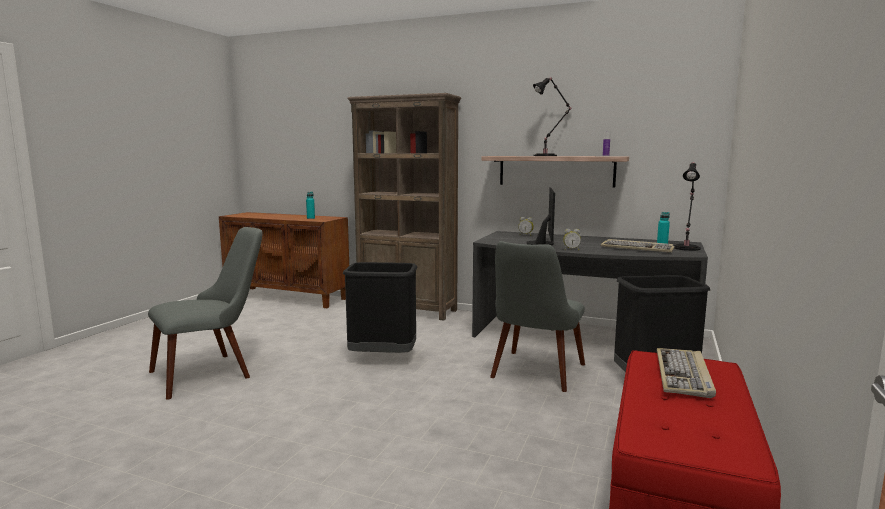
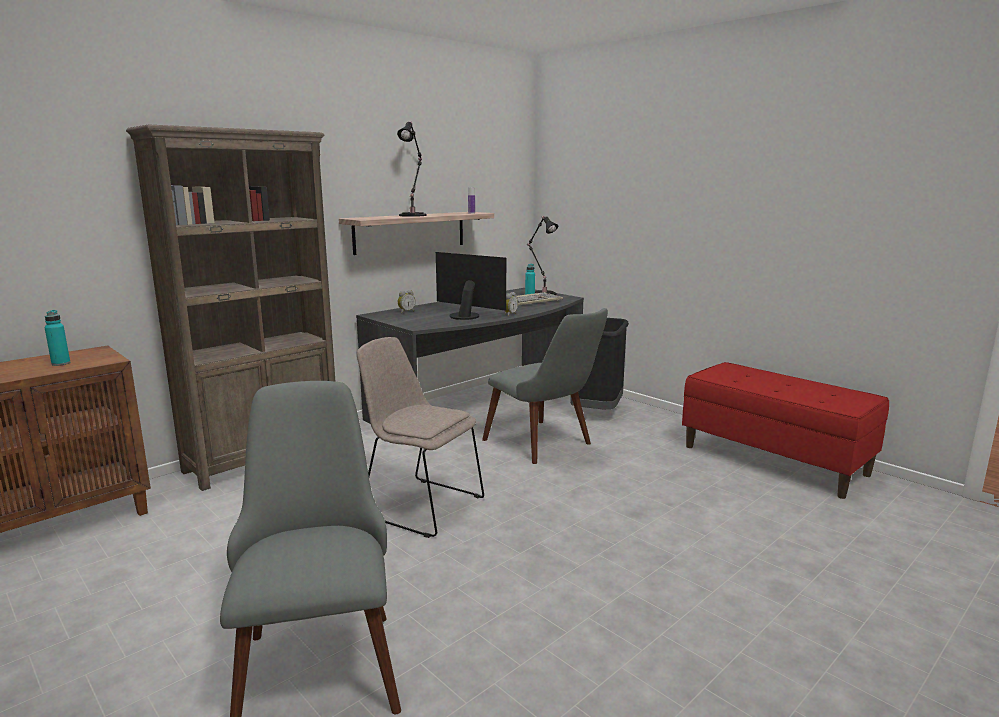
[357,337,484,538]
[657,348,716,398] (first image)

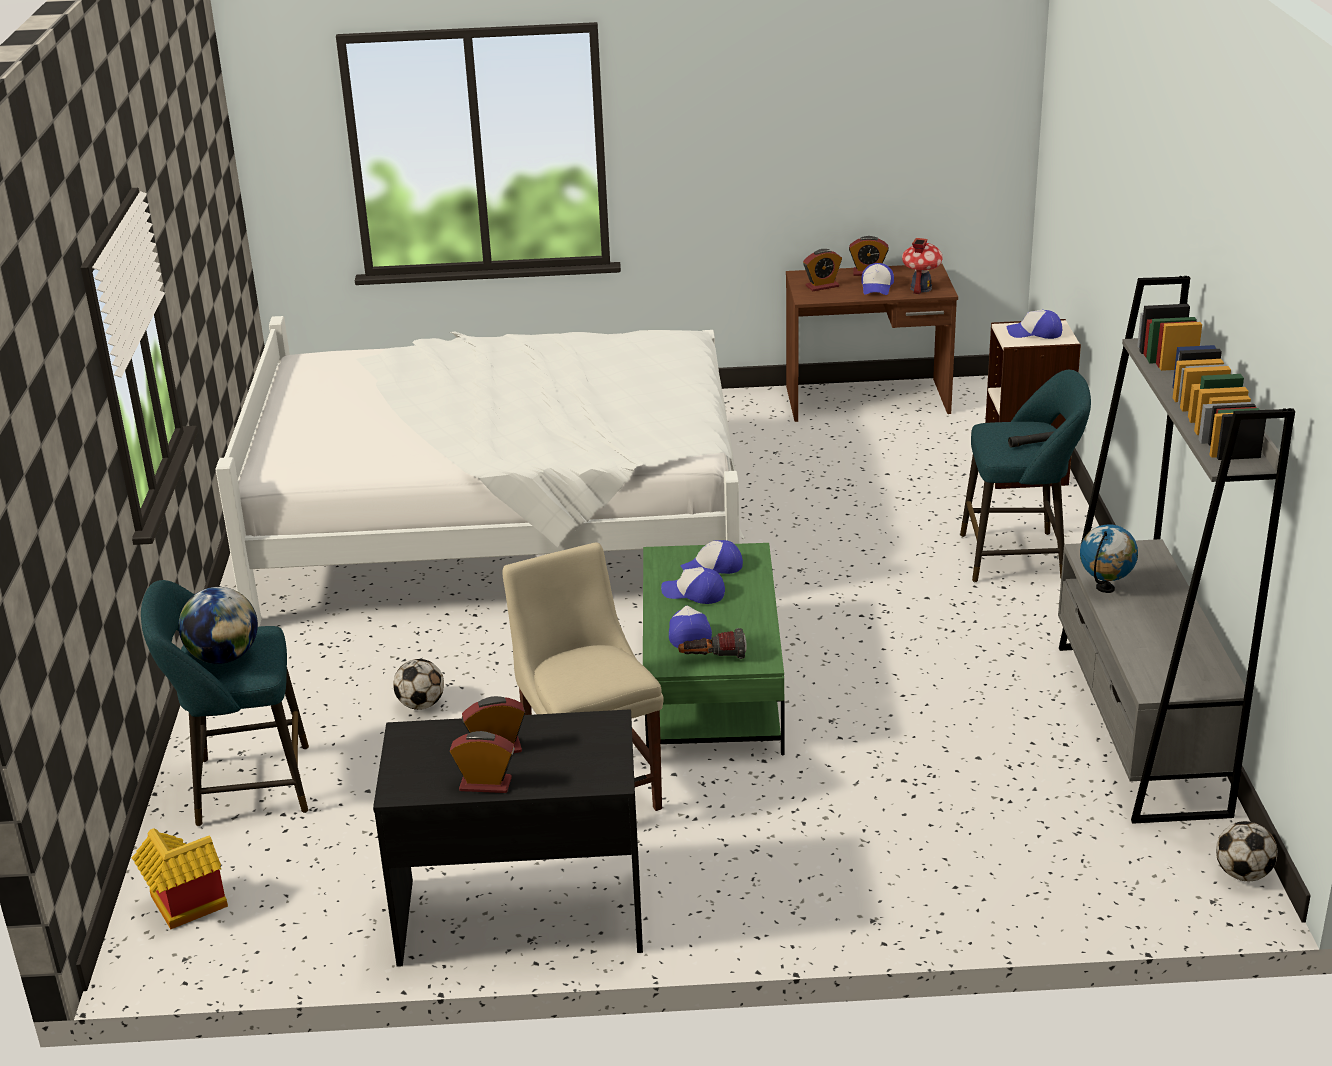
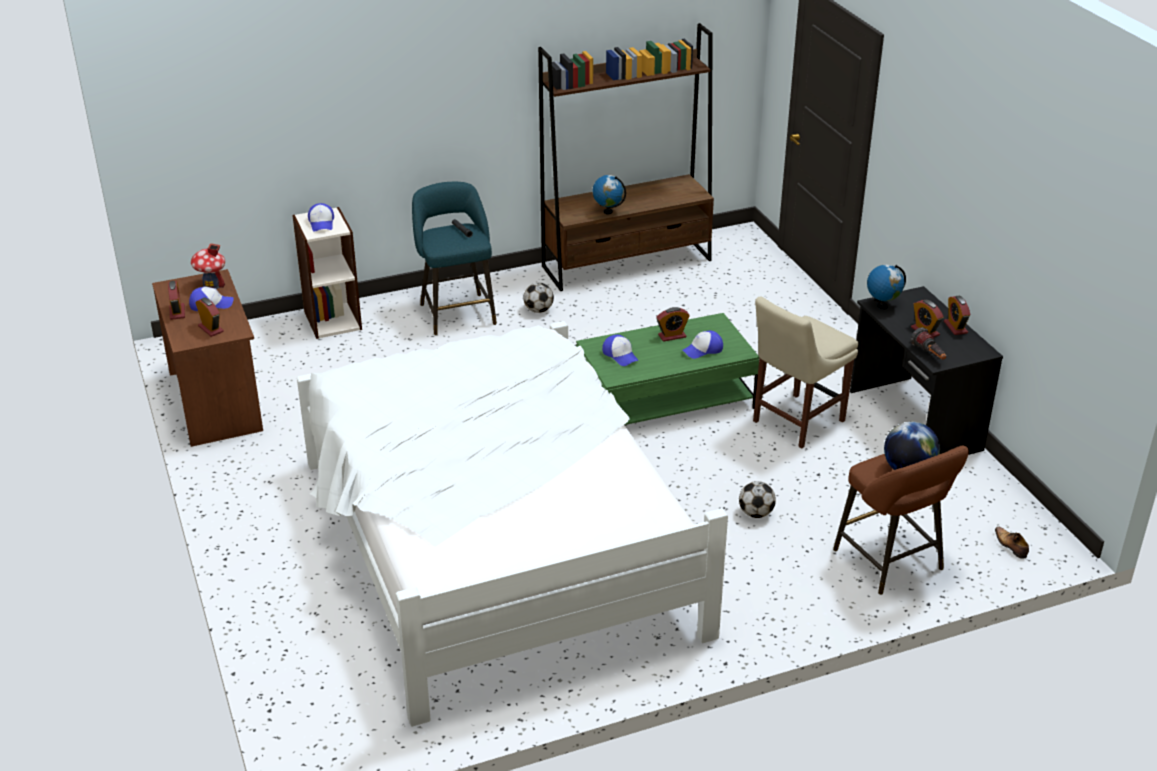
[523,283,554,313]
[538,23,714,291]
[656,307,690,342]
[833,446,969,595]
[867,265,906,309]
[911,327,946,360]
[995,527,1029,559]
[661,567,725,604] (first image)

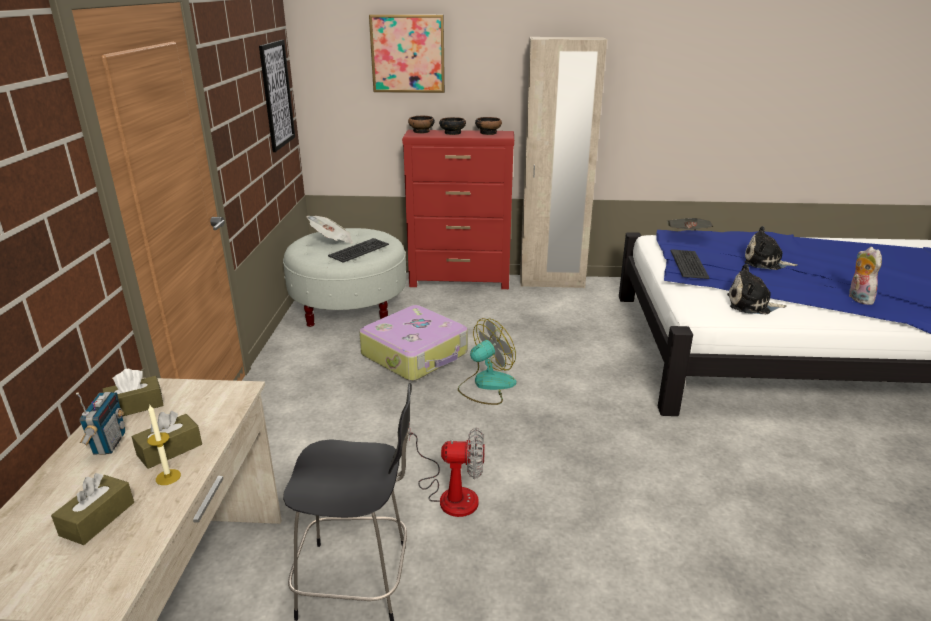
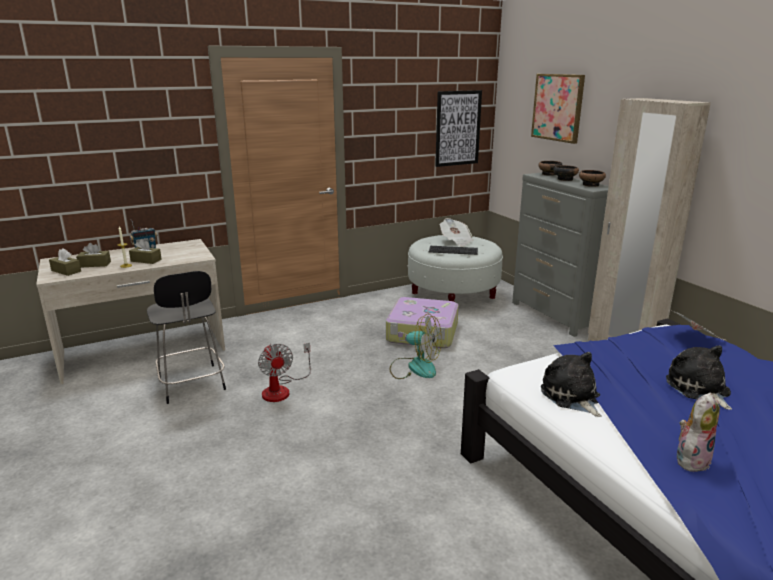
[49,248,81,276]
[512,172,609,337]
[671,249,709,279] (first image)

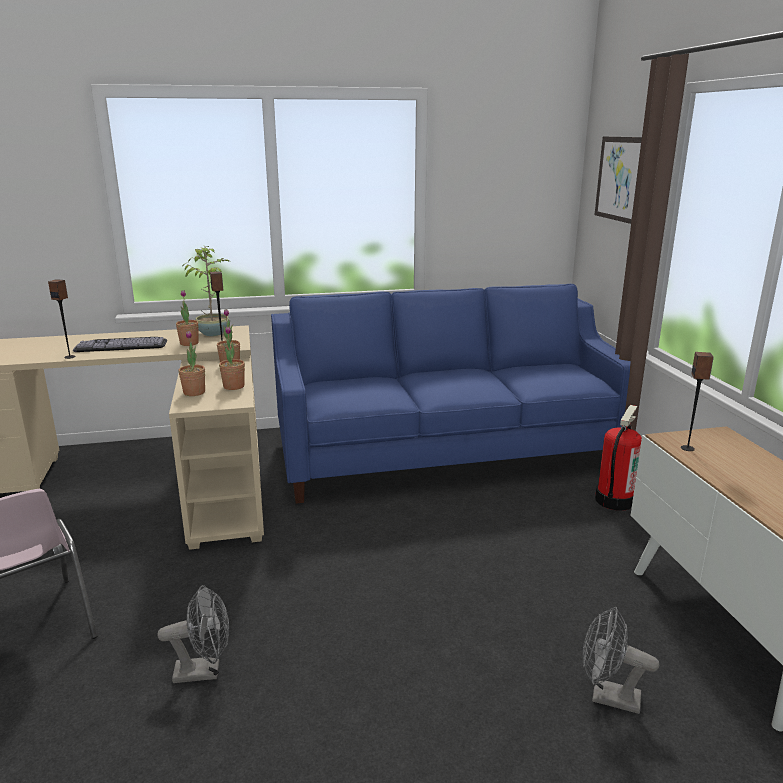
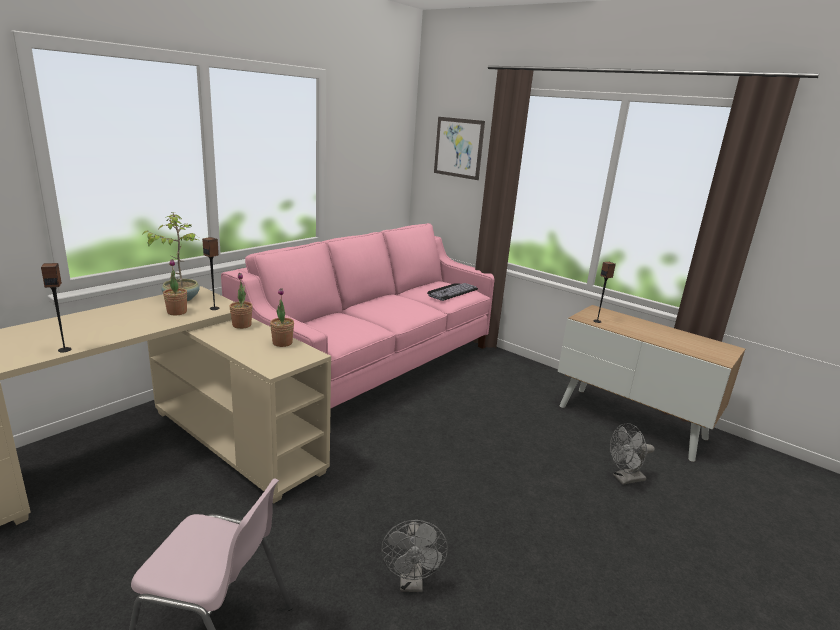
[221,223,494,409]
[381,520,448,592]
[427,283,478,301]
[178,331,205,396] (first image)
[595,405,642,511] (first image)

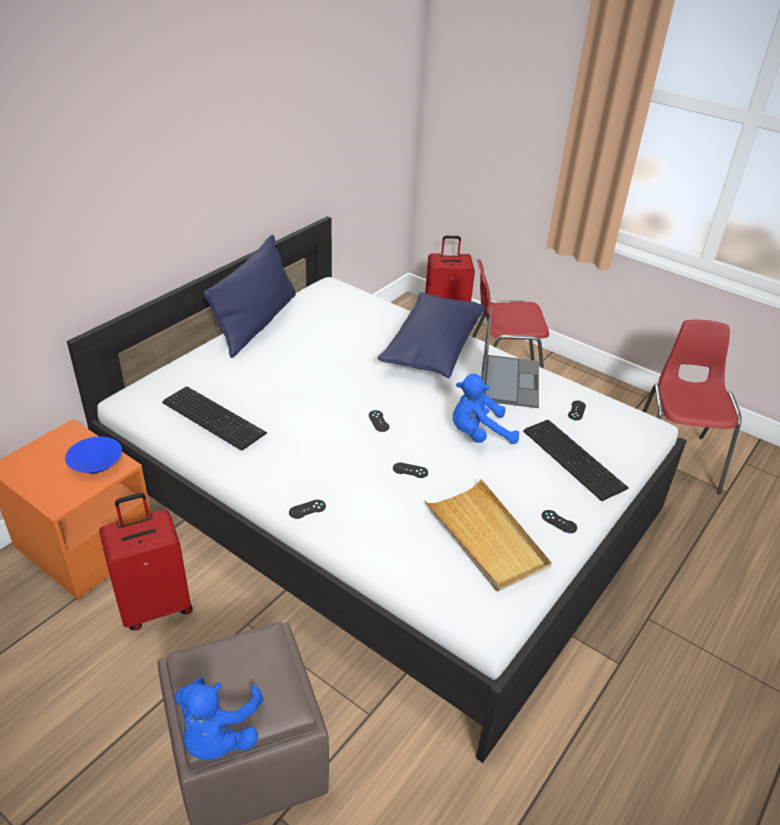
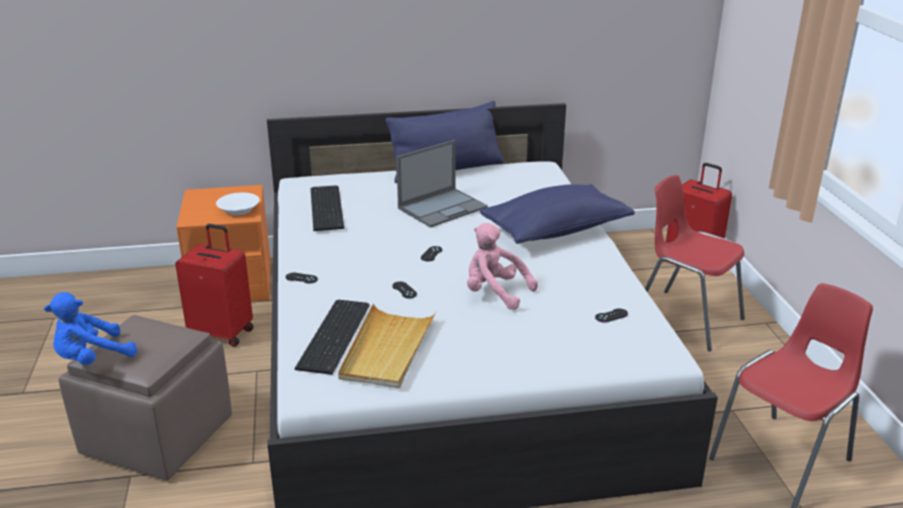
[216,193,260,215]
[294,300,370,375]
[396,140,488,228]
[467,223,538,310]
[542,510,577,533] (first image)

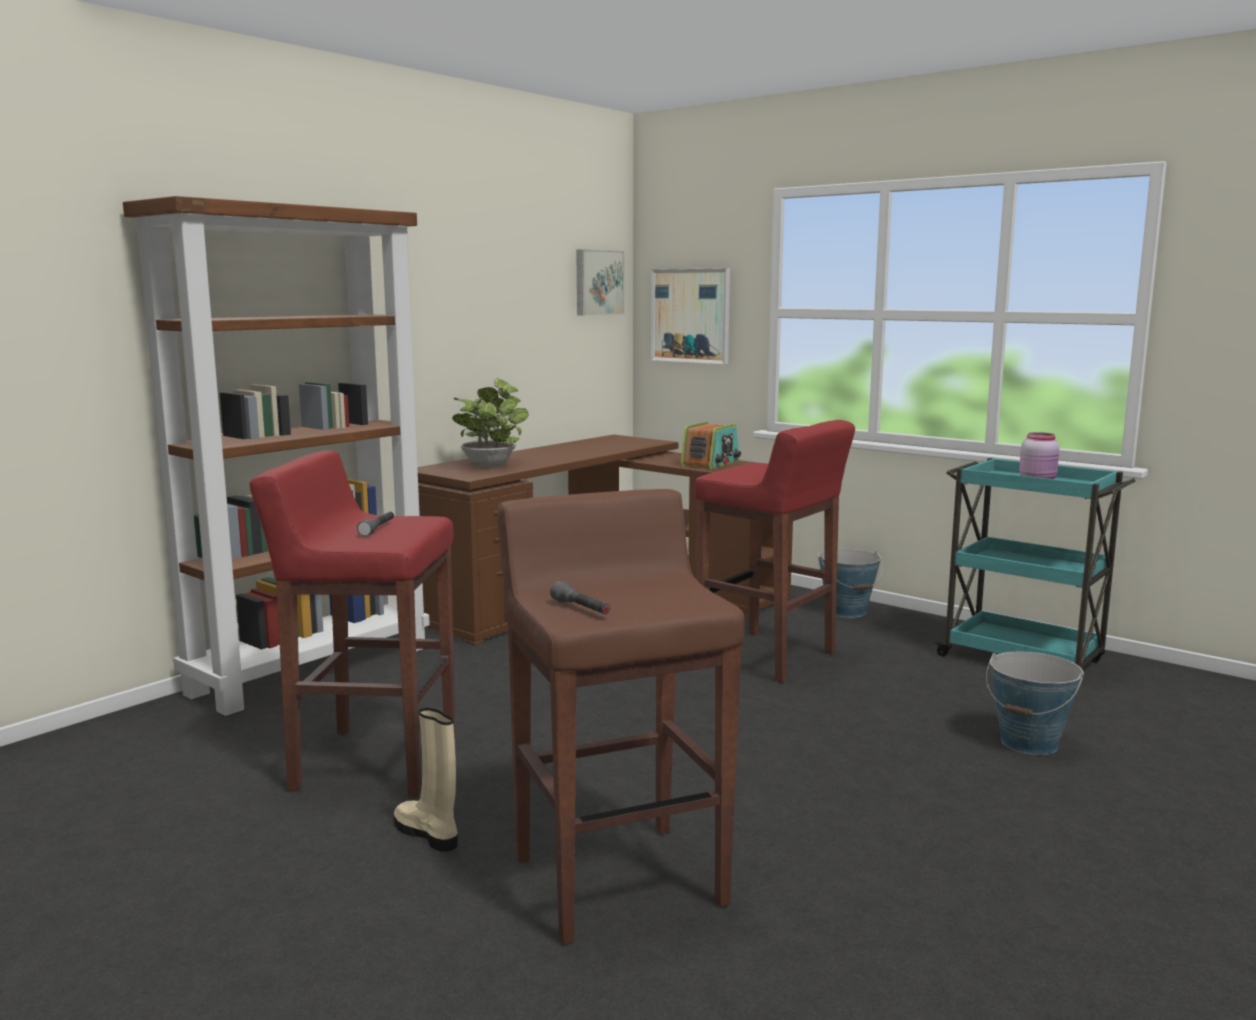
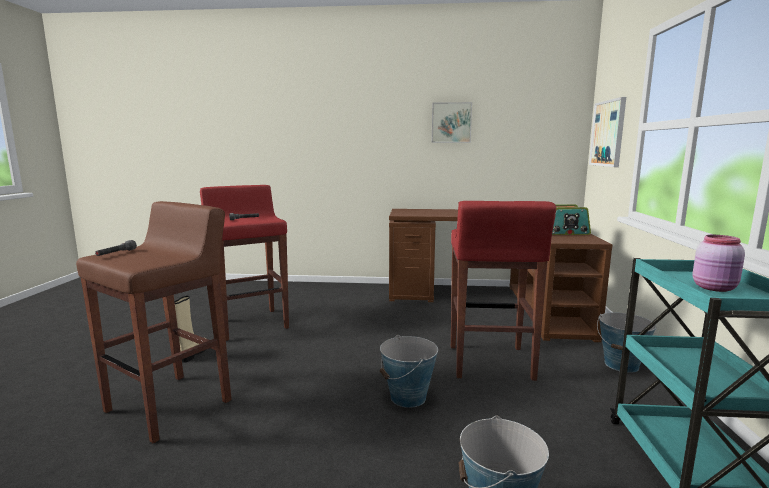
[380,335,438,408]
[431,102,472,143]
[123,196,430,716] (first image)
[452,378,529,468] (first image)

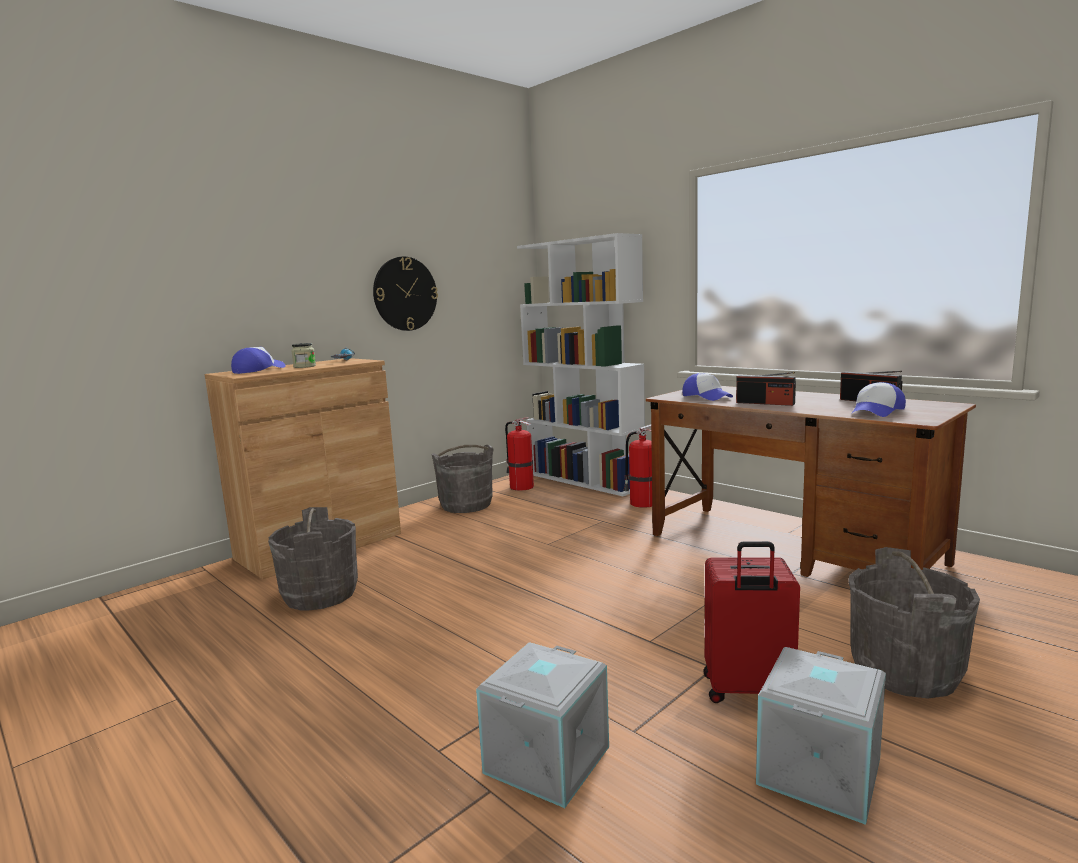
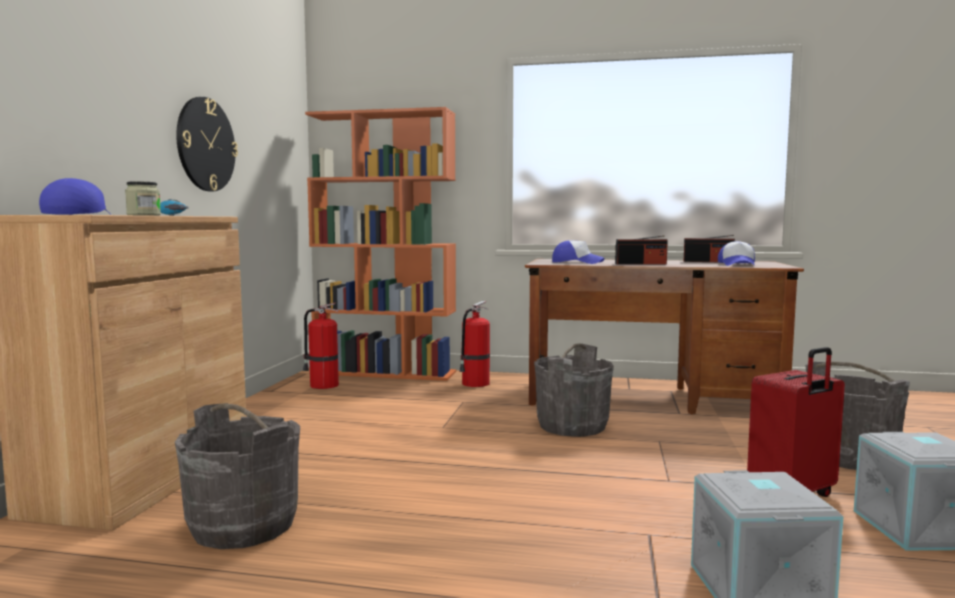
[305,107,456,381]
[534,343,614,437]

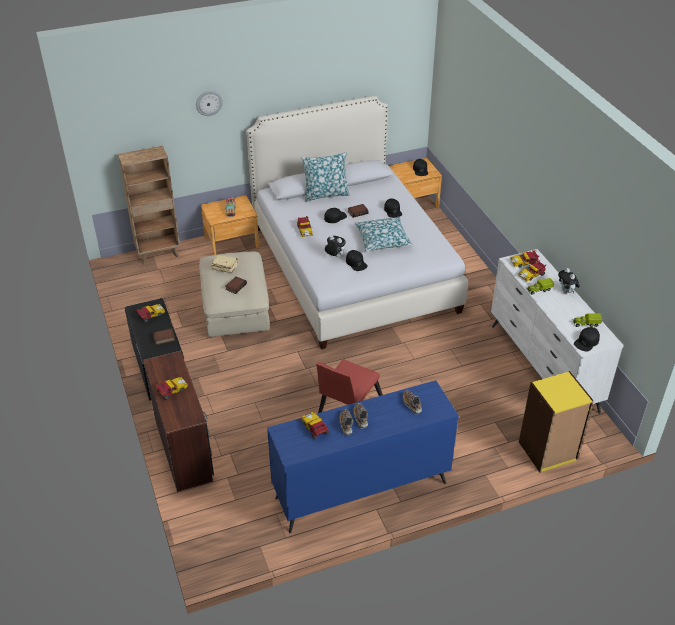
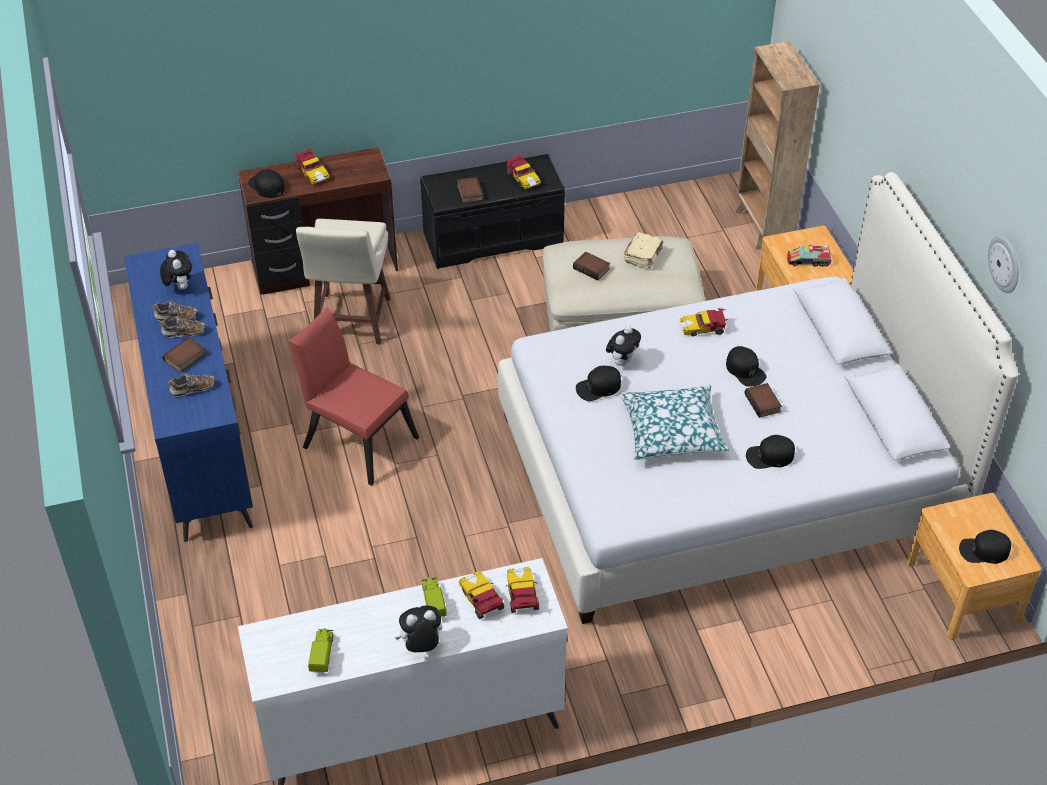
[160,250,192,290]
[163,337,206,373]
[248,169,285,198]
[296,219,390,344]
[988,236,1018,293]
[301,152,350,202] (first image)
[519,371,594,473] (first image)

